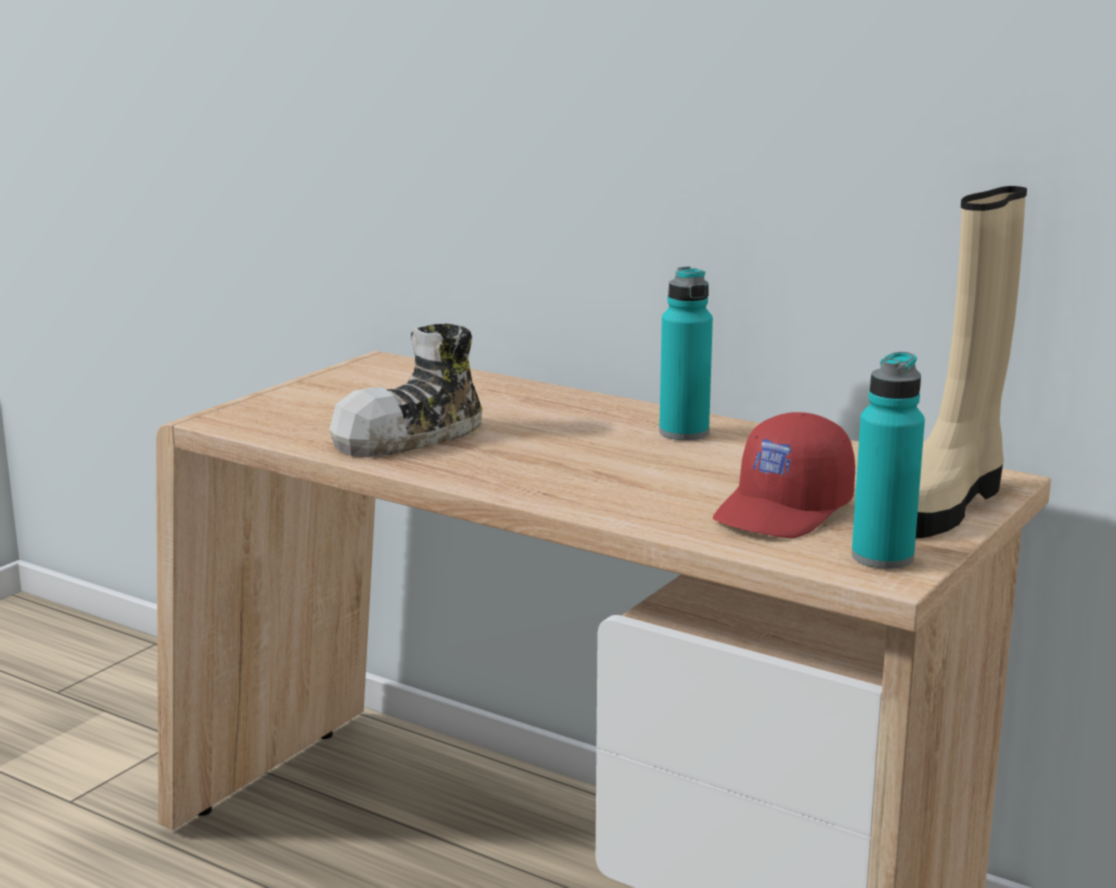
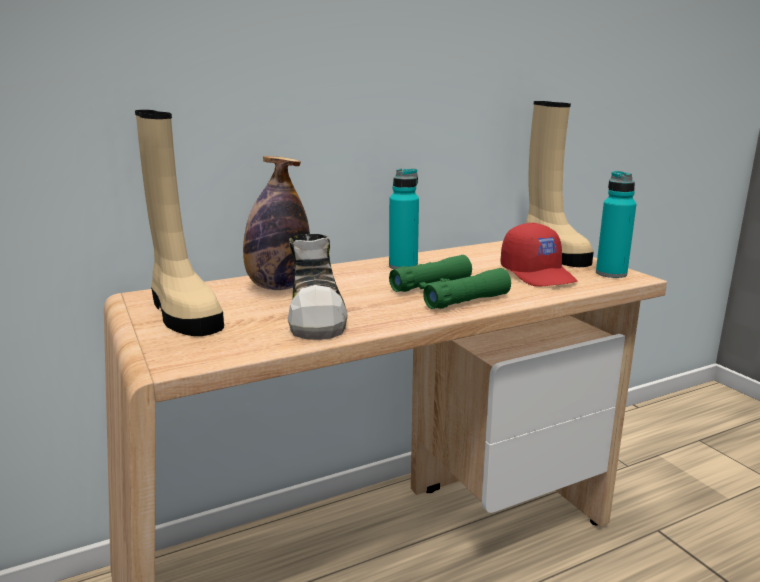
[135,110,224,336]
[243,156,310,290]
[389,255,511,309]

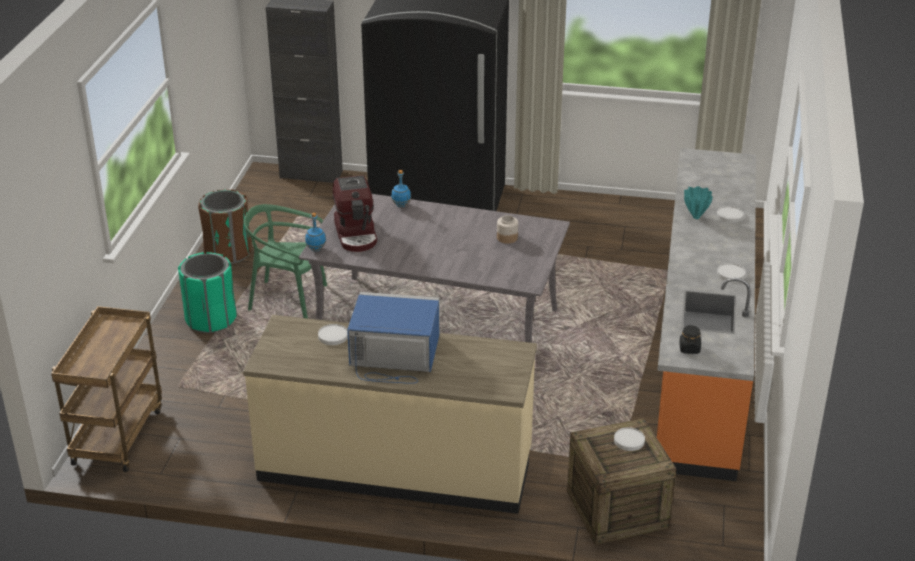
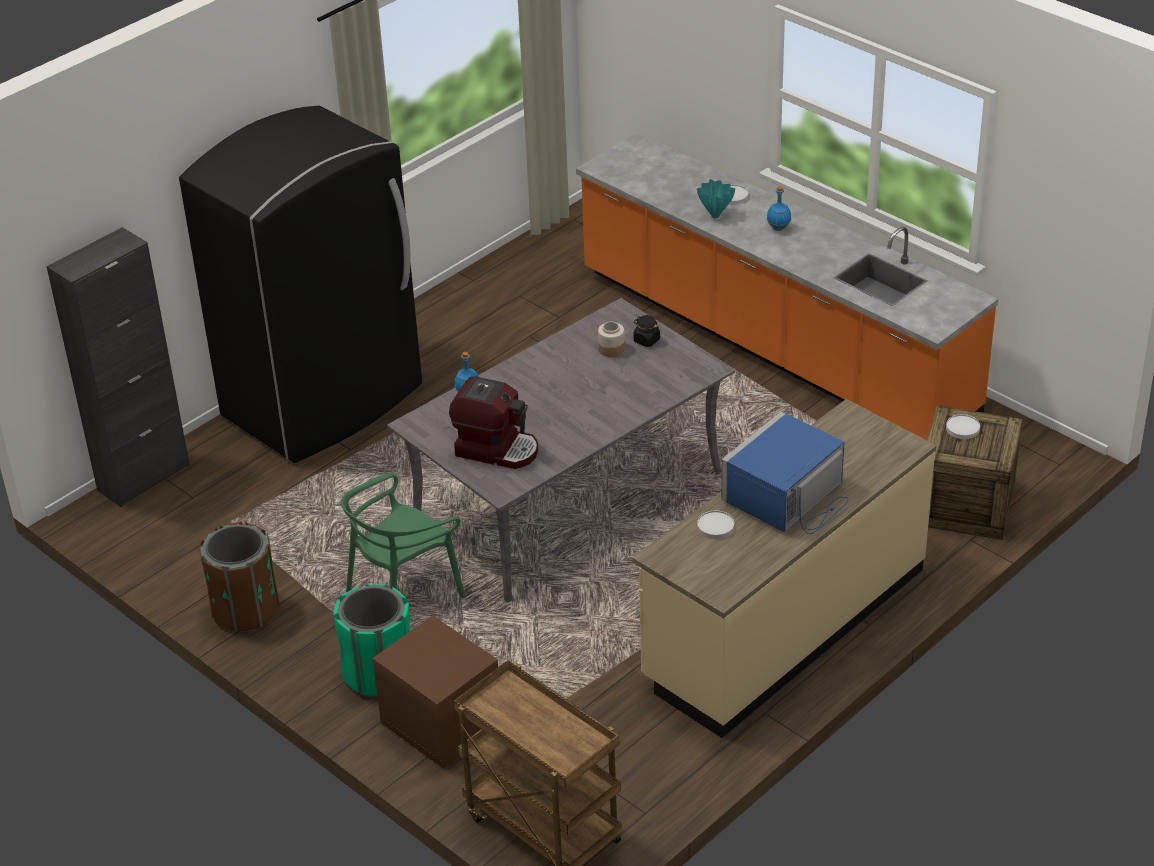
[372,615,498,769]
[633,315,660,347]
[767,186,791,231]
[717,263,746,282] (first image)

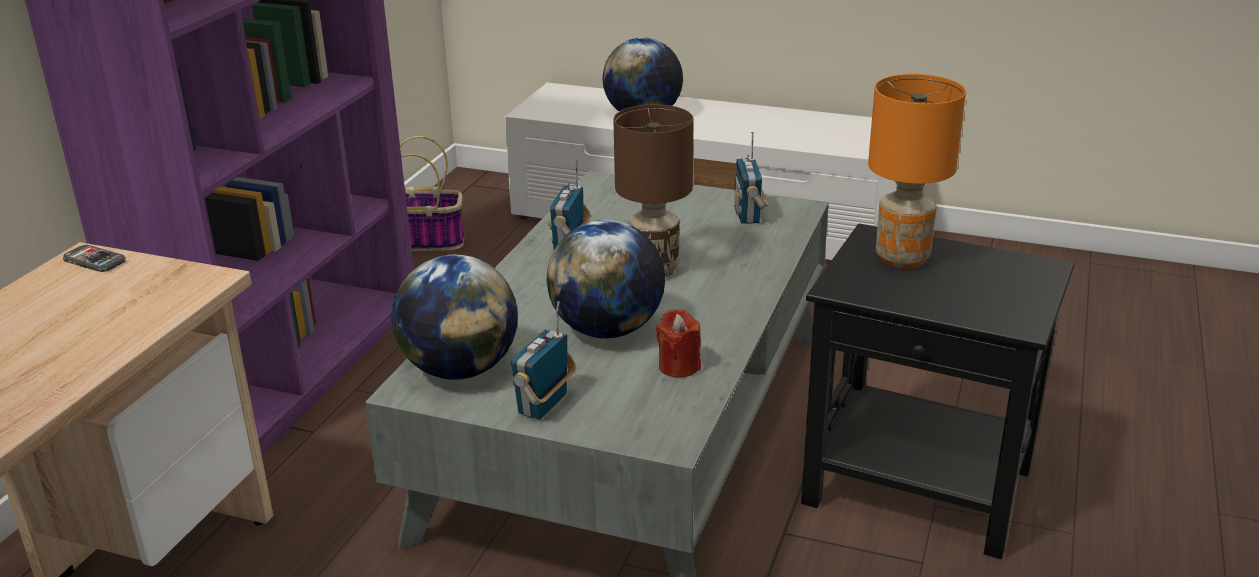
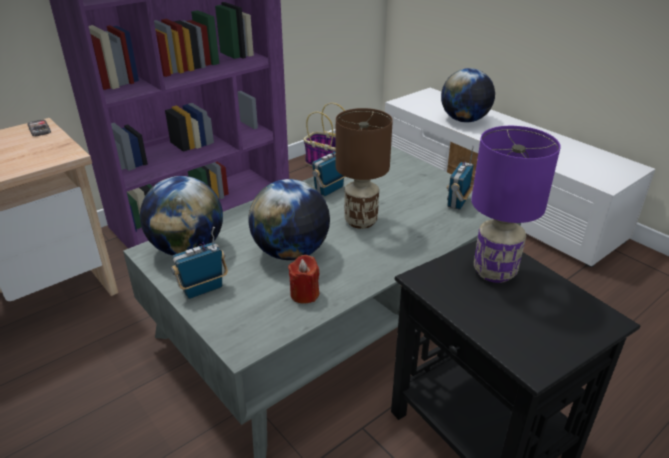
[471,126,560,283]

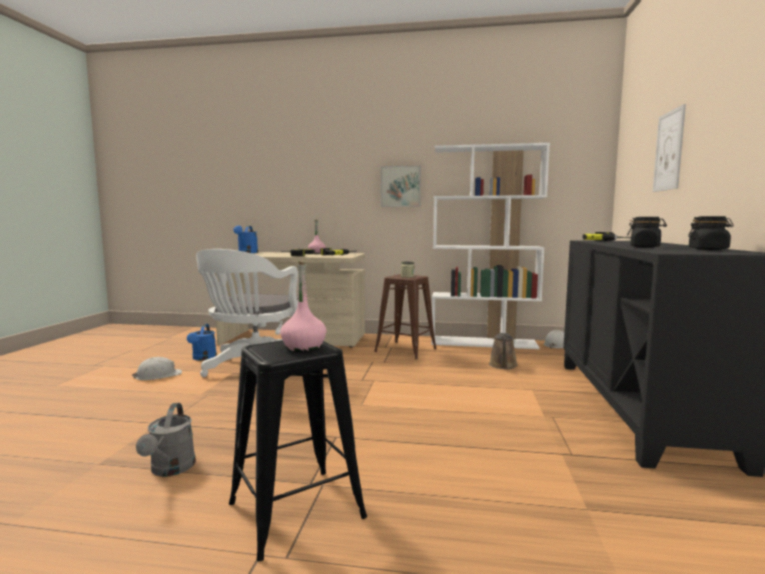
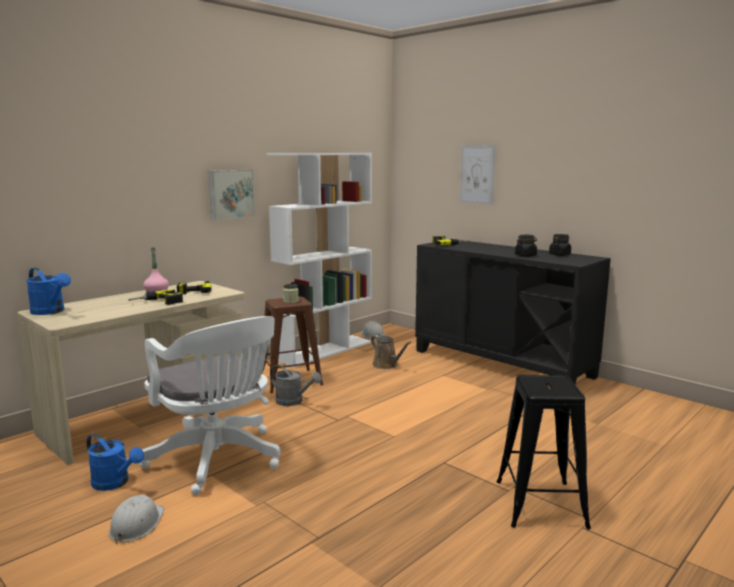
[270,365,322,406]
[280,261,326,352] (first image)

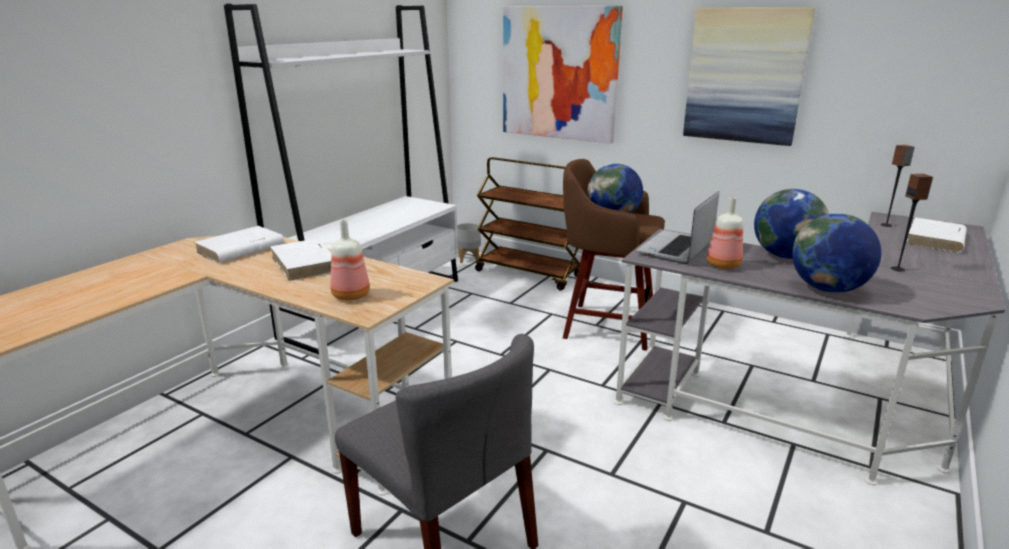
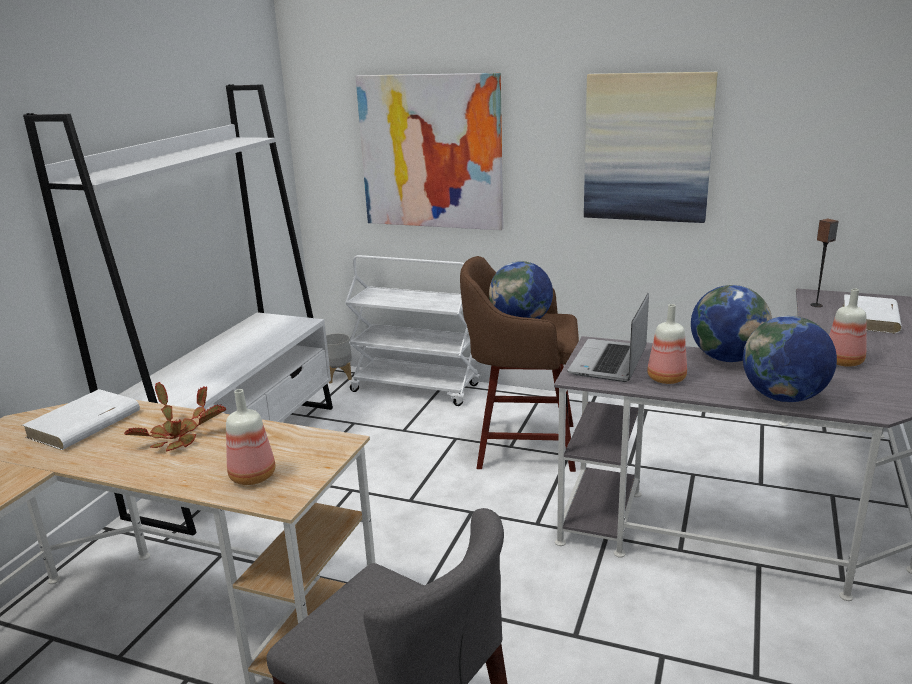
[124,382,226,452]
[345,255,480,406]
[829,288,866,367]

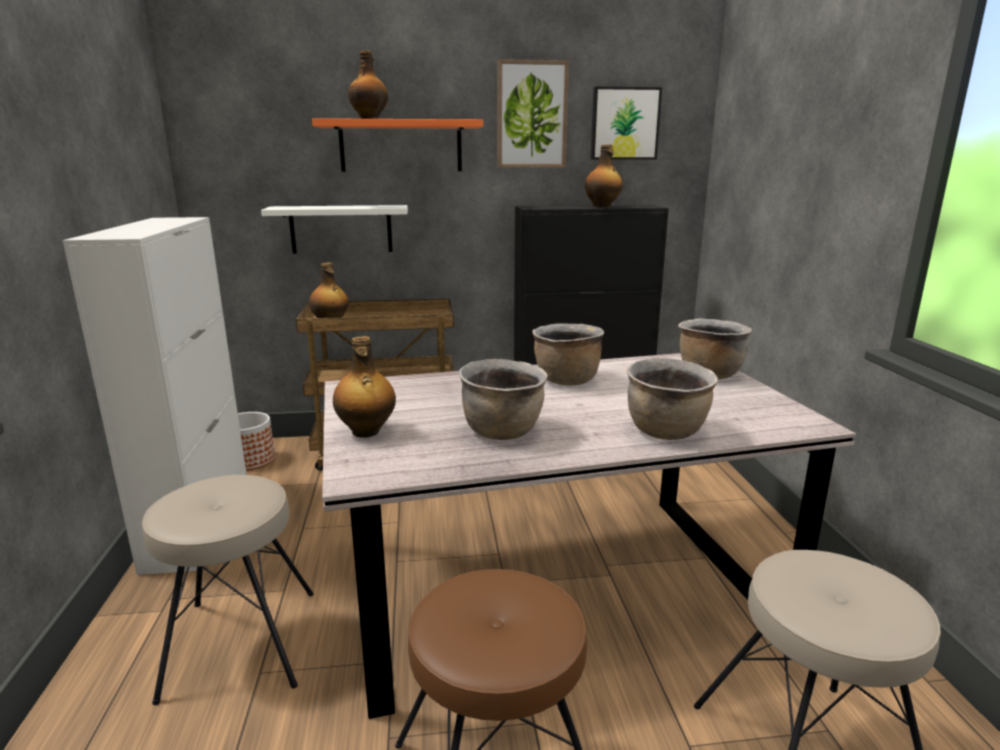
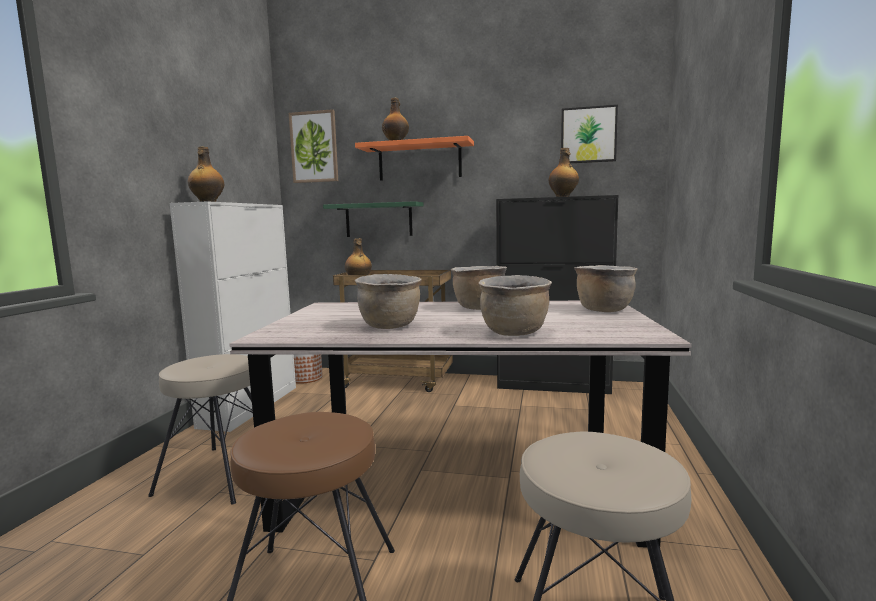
[188,147,224,202]
[289,109,338,183]
[323,201,423,237]

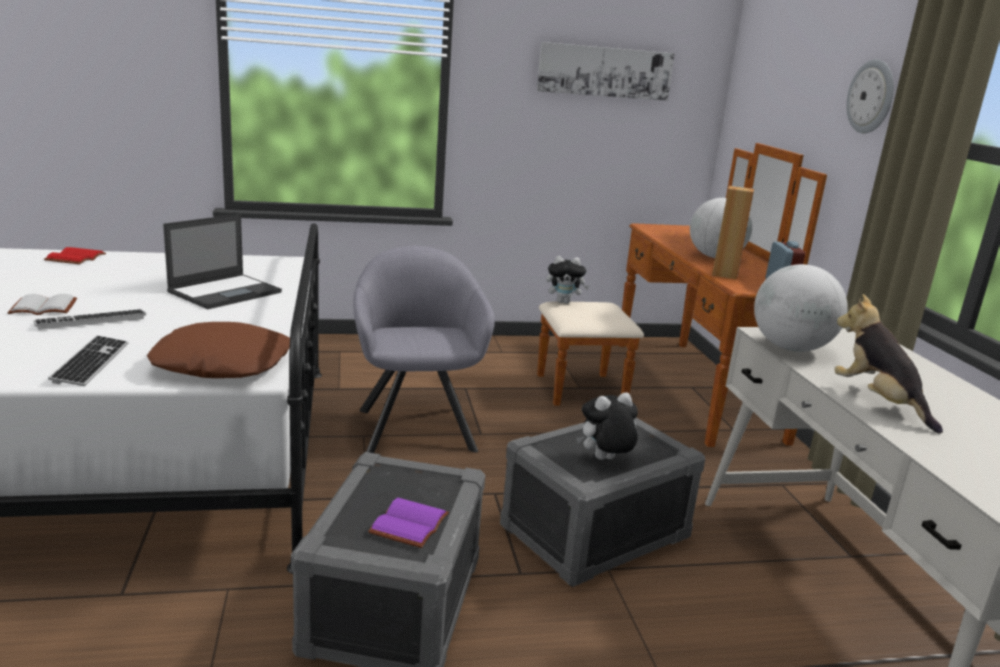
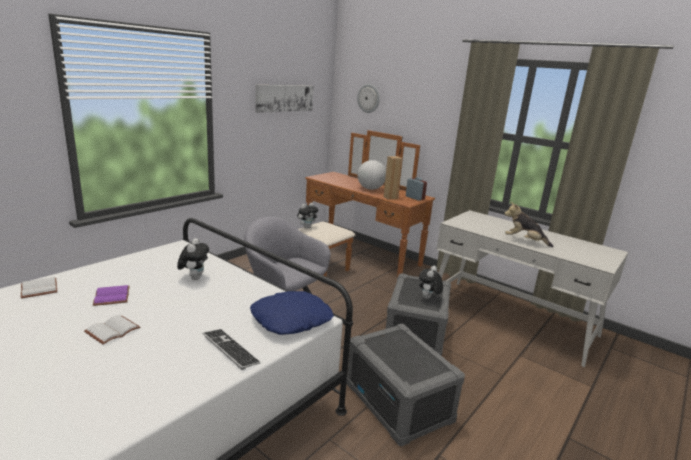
[21,277,57,298]
[93,285,130,306]
[177,238,209,280]
[250,291,334,335]
[357,84,380,113]
[33,309,146,330] (first image)
[754,264,848,352] (first image)

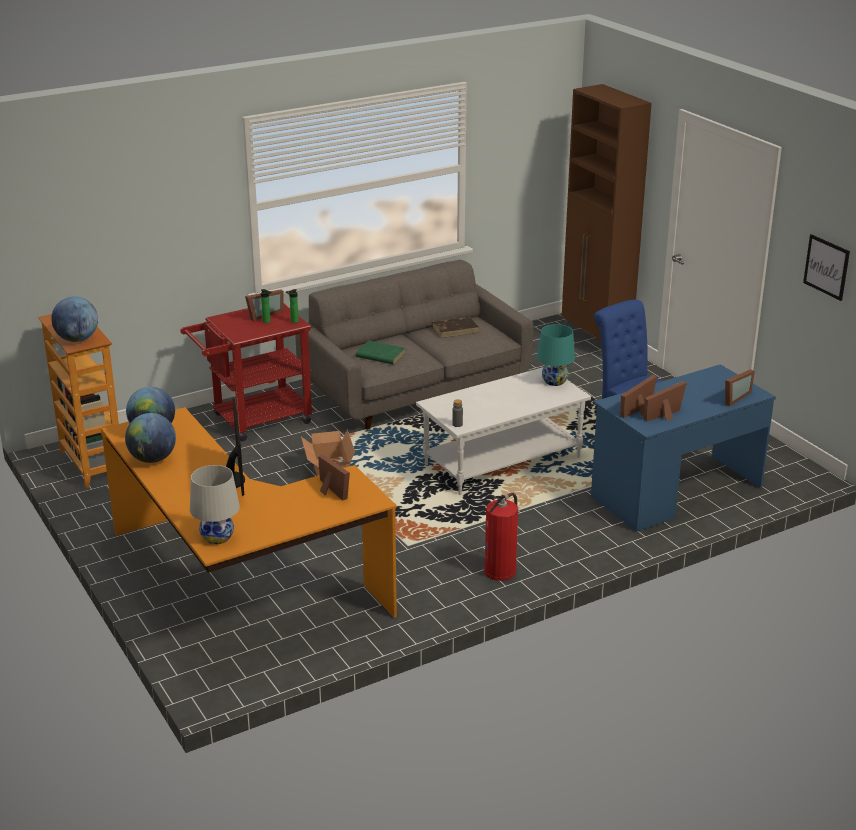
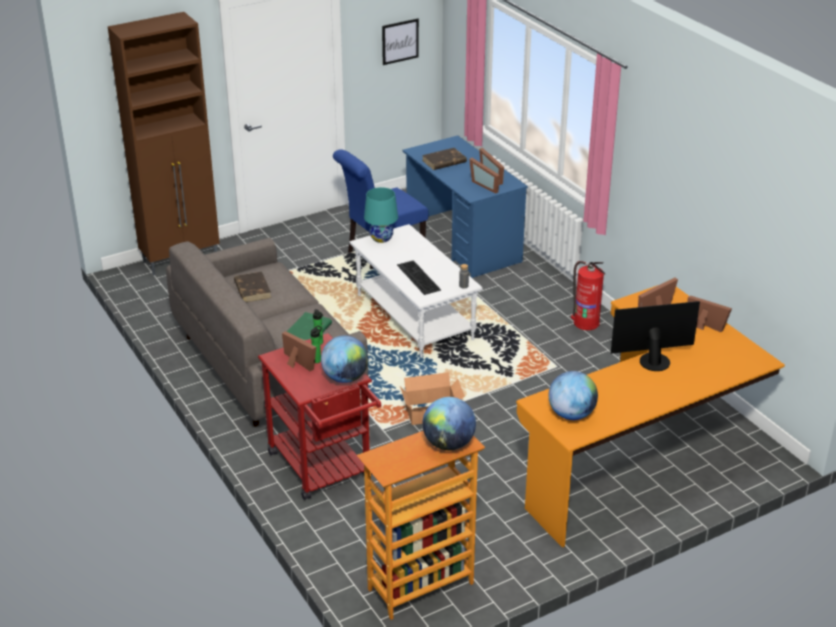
[321,335,368,383]
[397,260,441,295]
[422,148,467,170]
[687,295,732,332]
[190,465,240,545] (first image)

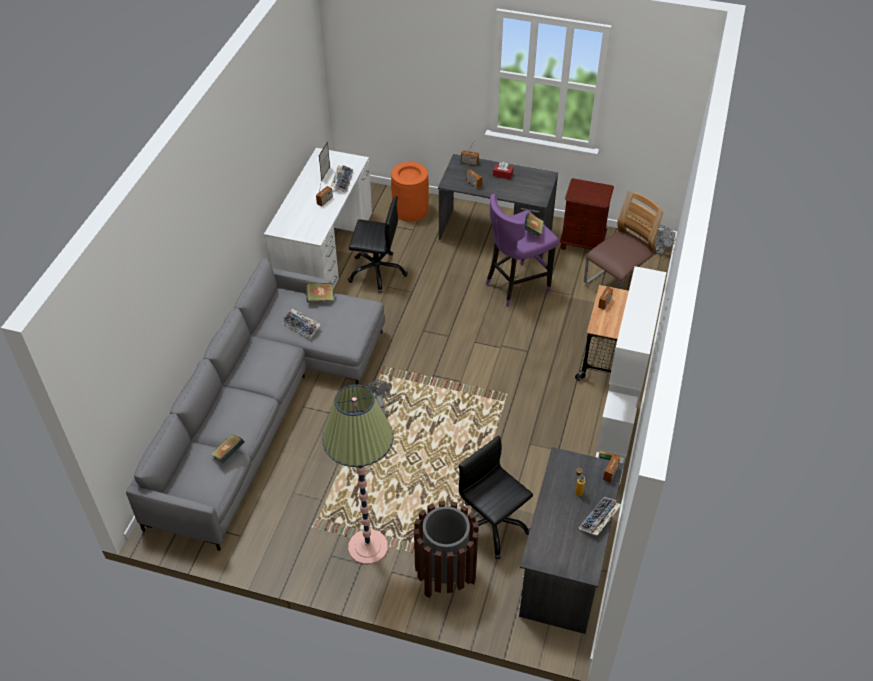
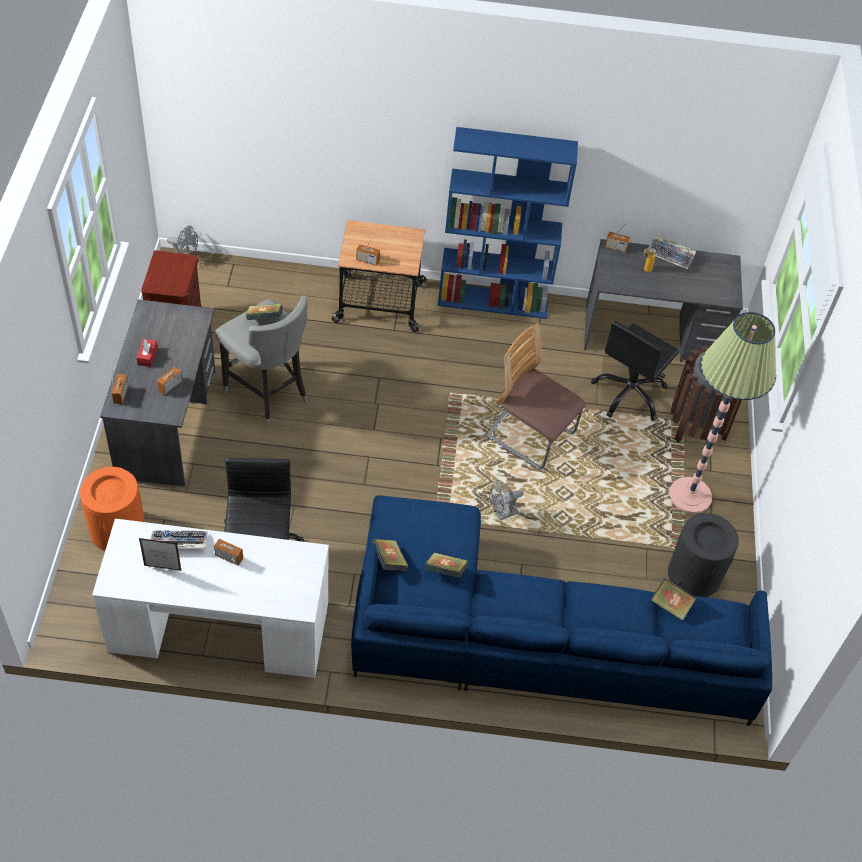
[215,295,308,427]
[351,495,772,726]
[425,553,468,578]
[438,127,578,319]
[486,323,586,469]
[668,513,739,597]

